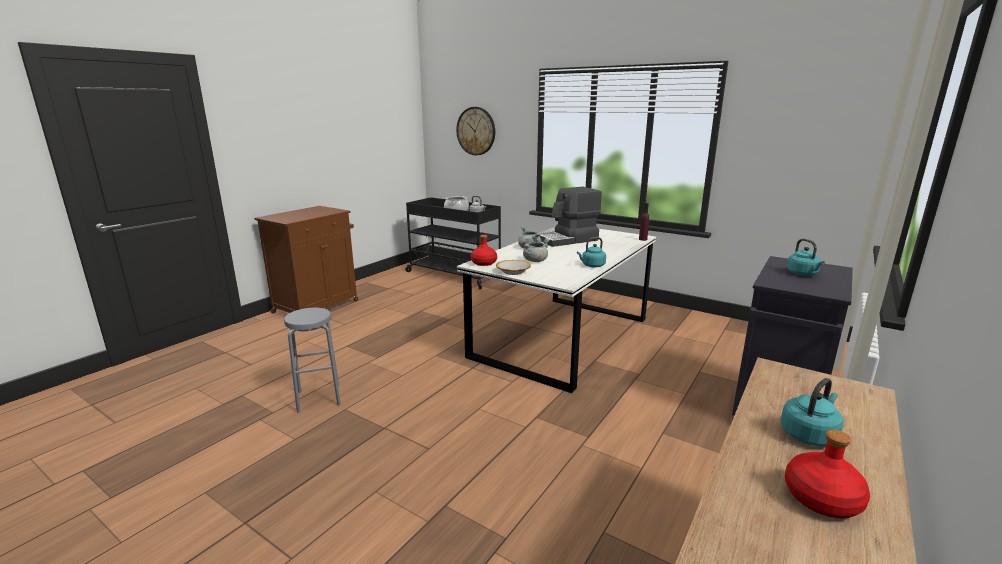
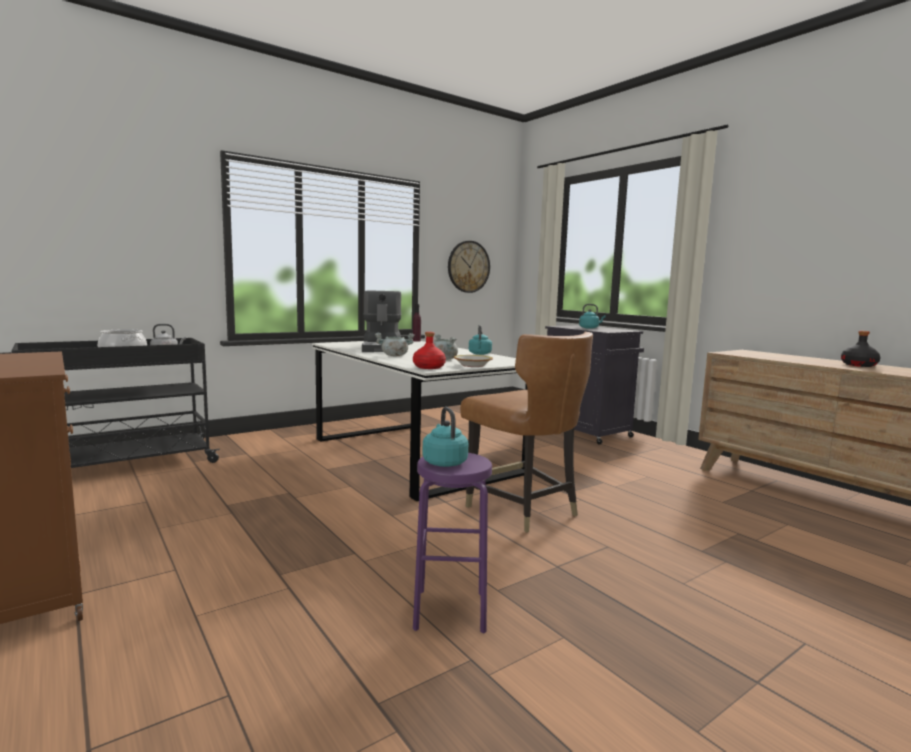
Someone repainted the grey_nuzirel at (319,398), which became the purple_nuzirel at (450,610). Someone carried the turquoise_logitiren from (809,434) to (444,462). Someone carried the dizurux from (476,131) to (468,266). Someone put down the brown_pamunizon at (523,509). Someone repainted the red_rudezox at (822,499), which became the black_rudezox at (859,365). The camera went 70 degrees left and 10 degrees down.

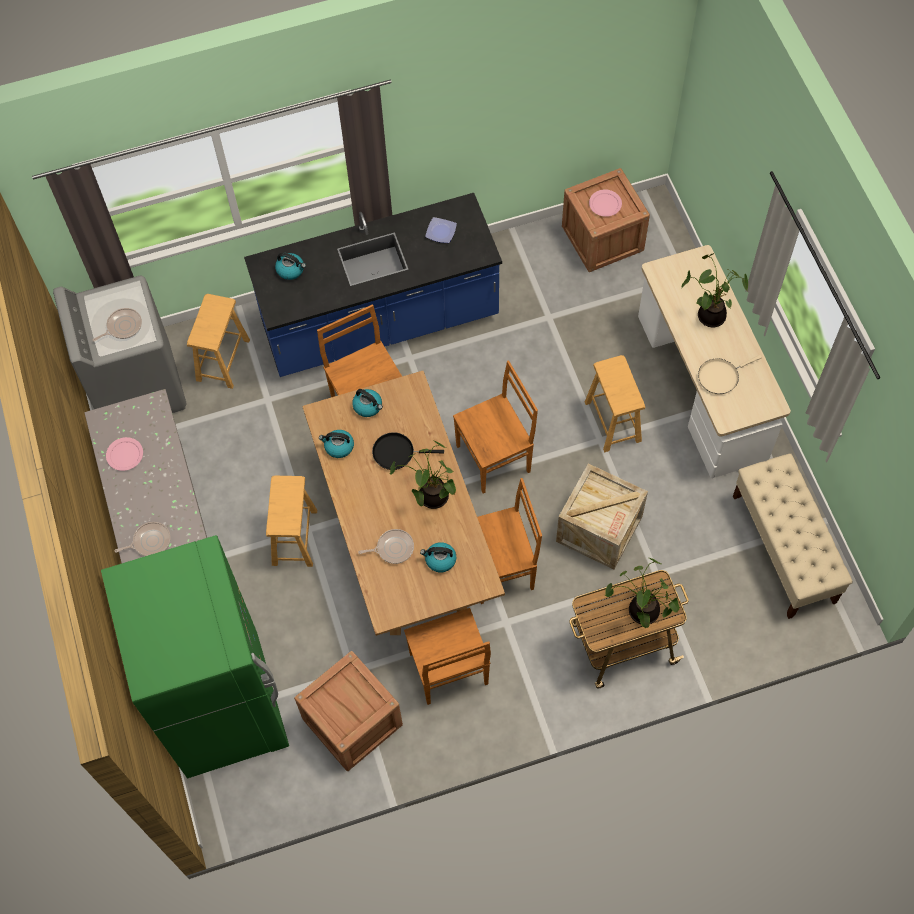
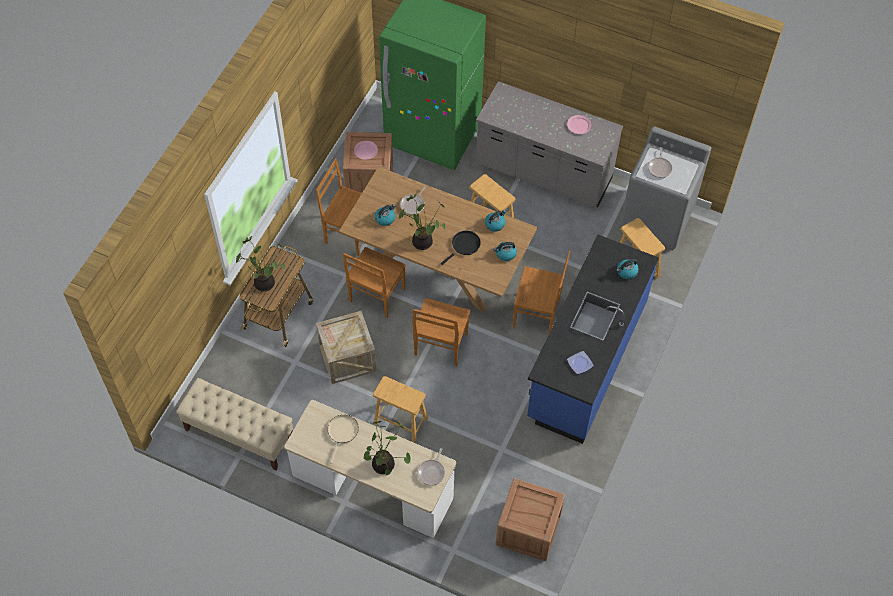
Someone carried the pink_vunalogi from (605,204) to (365,151). Someone carried the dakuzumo from (150,541) to (432,472). The camera went 130 degrees right and 5 degrees down.

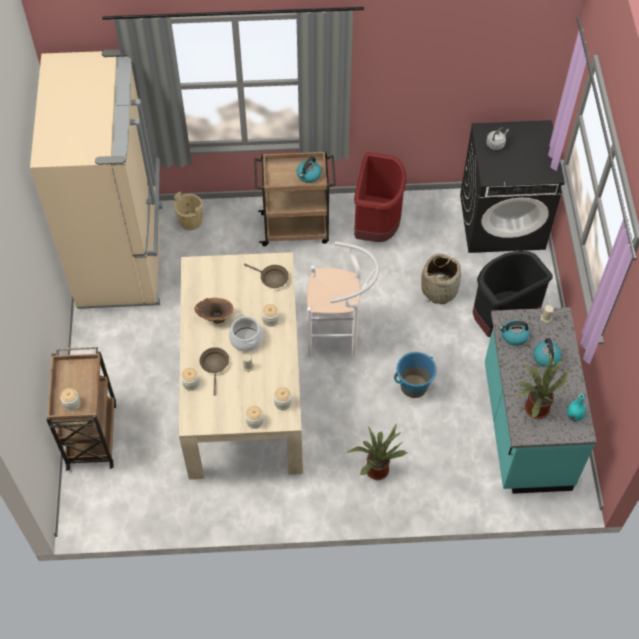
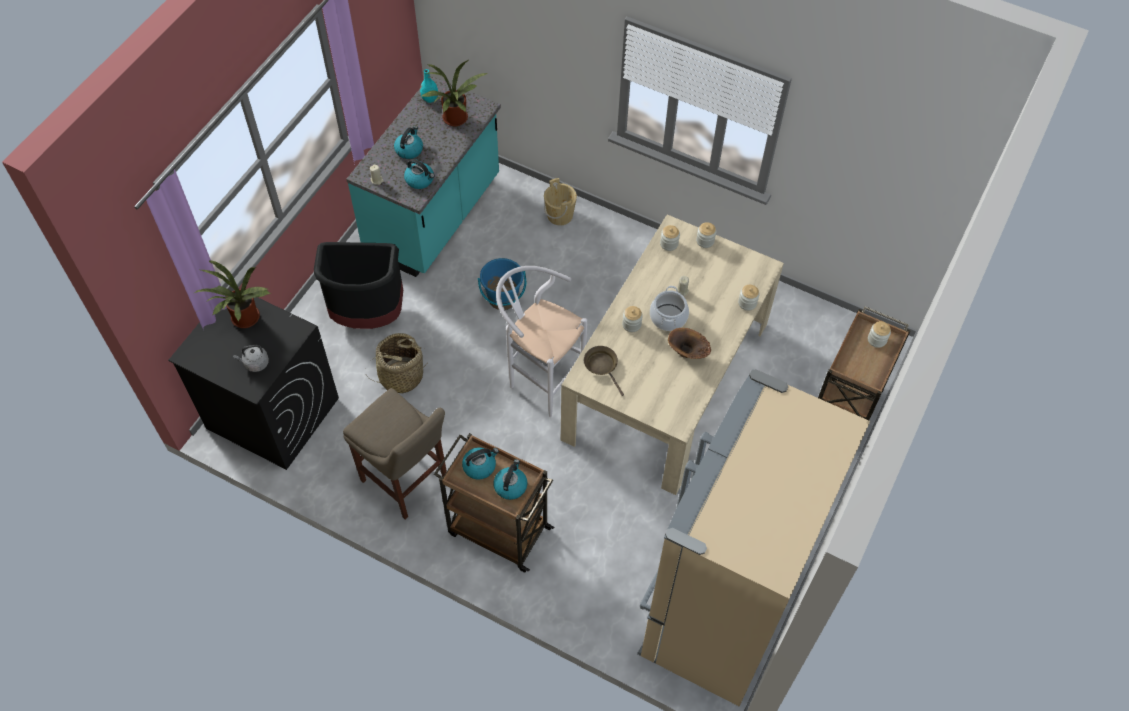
Someone carried the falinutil from (376,467) to (244,320). Someone swapped the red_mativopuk at (376,226) for the beige_nuzirel at (407,483). Someone put down the logitiren at (510,486). Someone carried the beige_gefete from (191,221) to (560,215). Someone took away the brown_dakuzumo at (215,366). The camera went 150 degrees left and 0 degrees up.

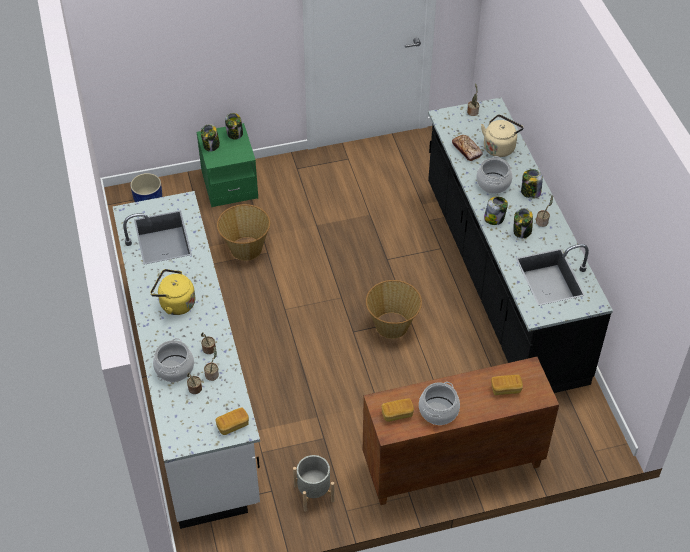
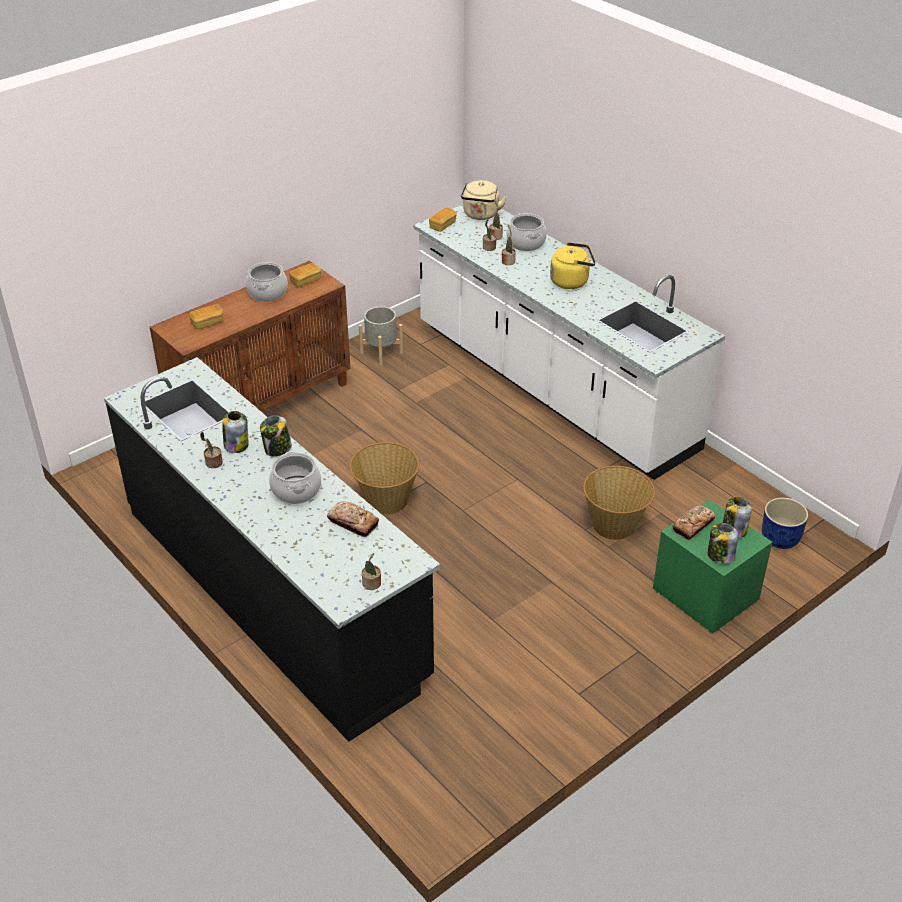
Someone carried the beige_logitiren from (500,147) to (481,215). Someone put down the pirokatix at (693,525). Someone took away the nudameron at (530,192). The camera went 155 degrees right and 10 degrees down.

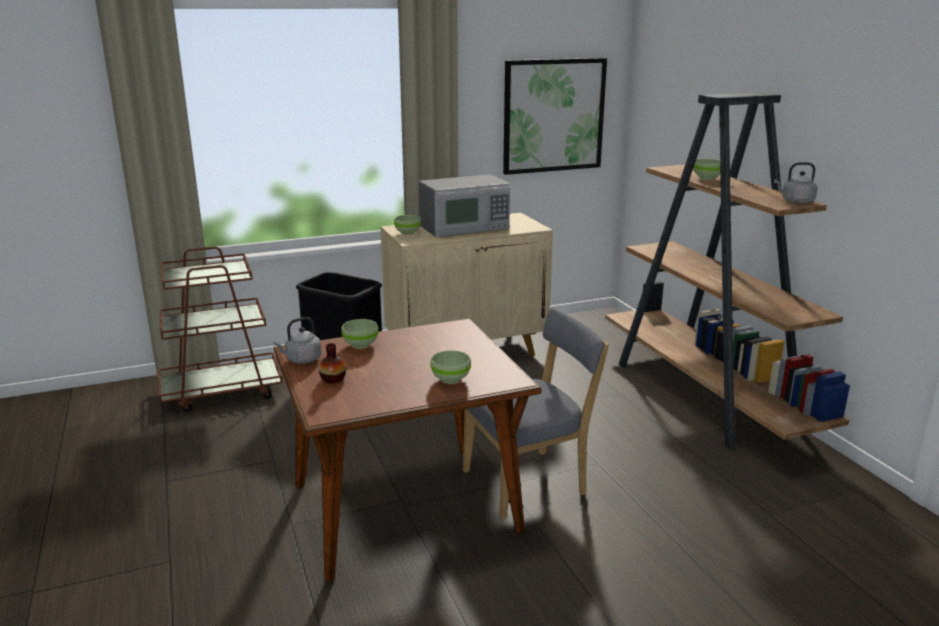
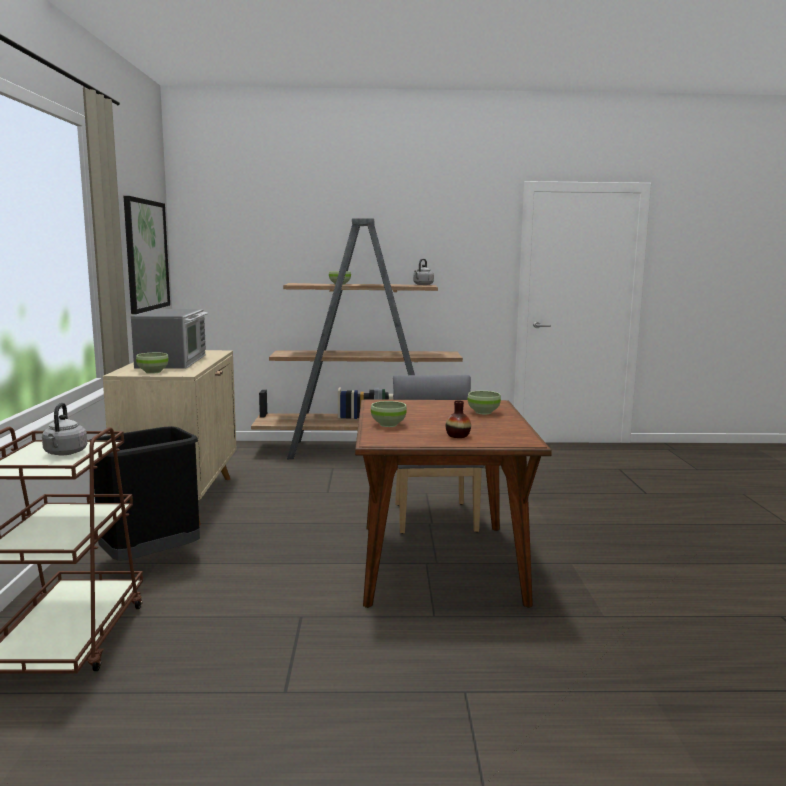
Someone carried the grey_logitiren from (301,360) to (65,453). The camera went 70 degrees left and 10 degrees down.

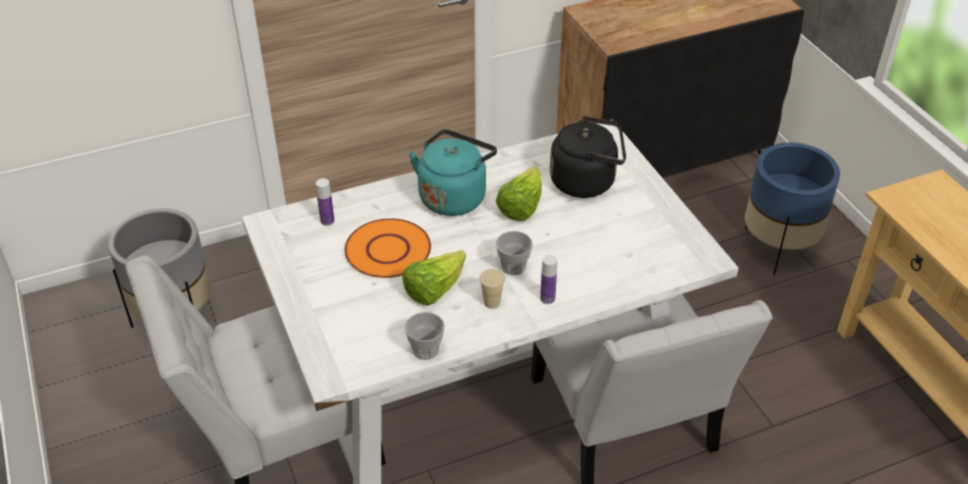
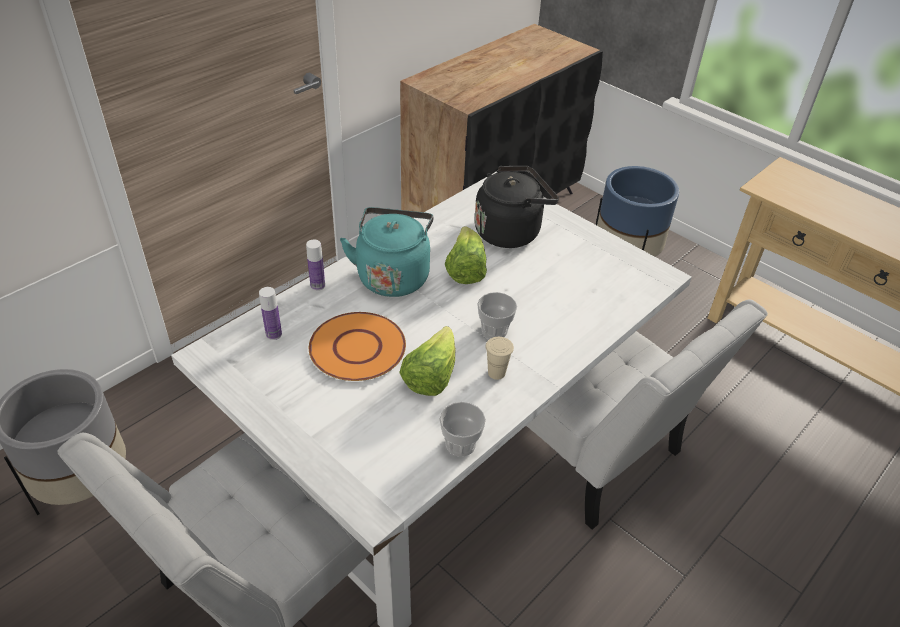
Someone carried the rudezox from (547,298) to (317,286). The camera went 25 degrees left and 0 degrees up.

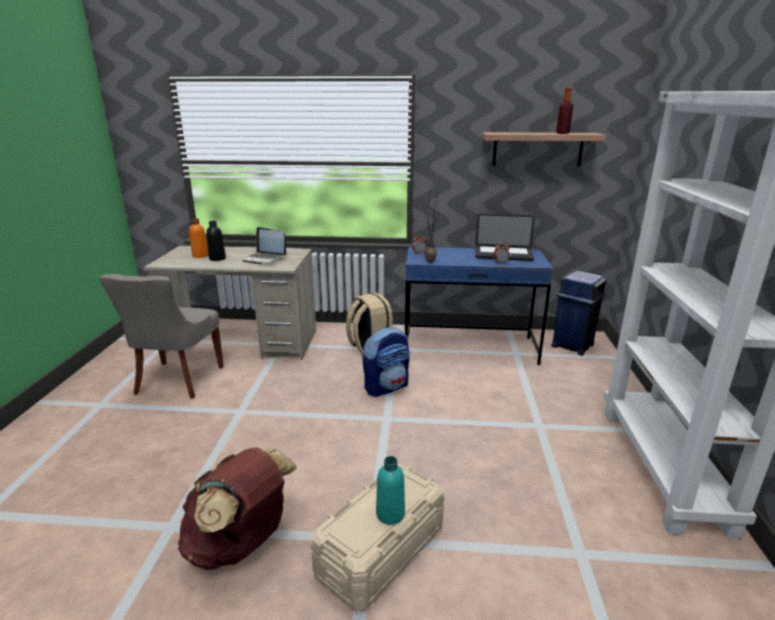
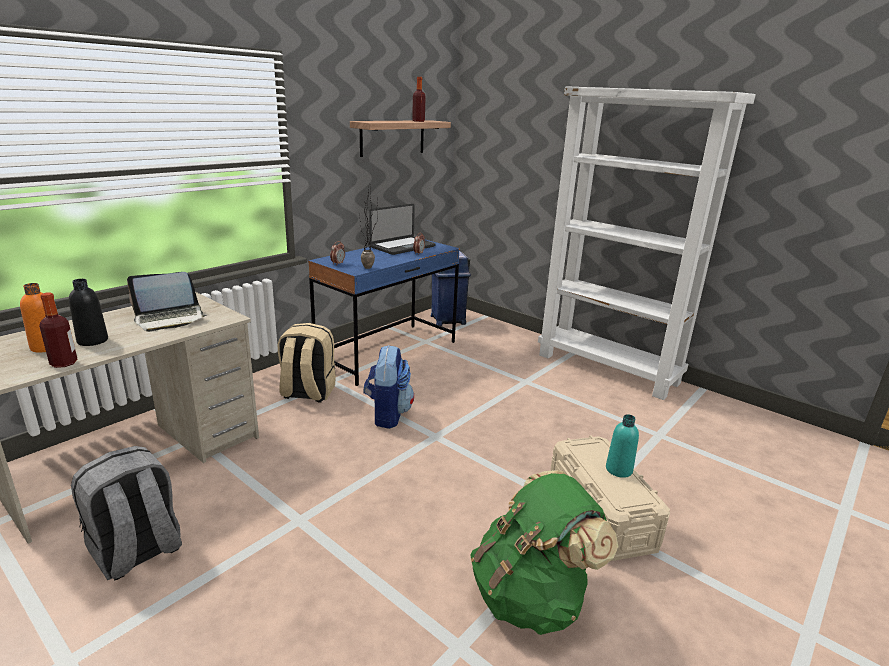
Someone put down the rudezox at (64,363). Someone swapped the grey_pamunizon at (177,381) for the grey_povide at (137,552). Someone repainted the brown_povide at (241,544), which became the green_povide at (531,596). The camera went 55 degrees left and 0 degrees up.

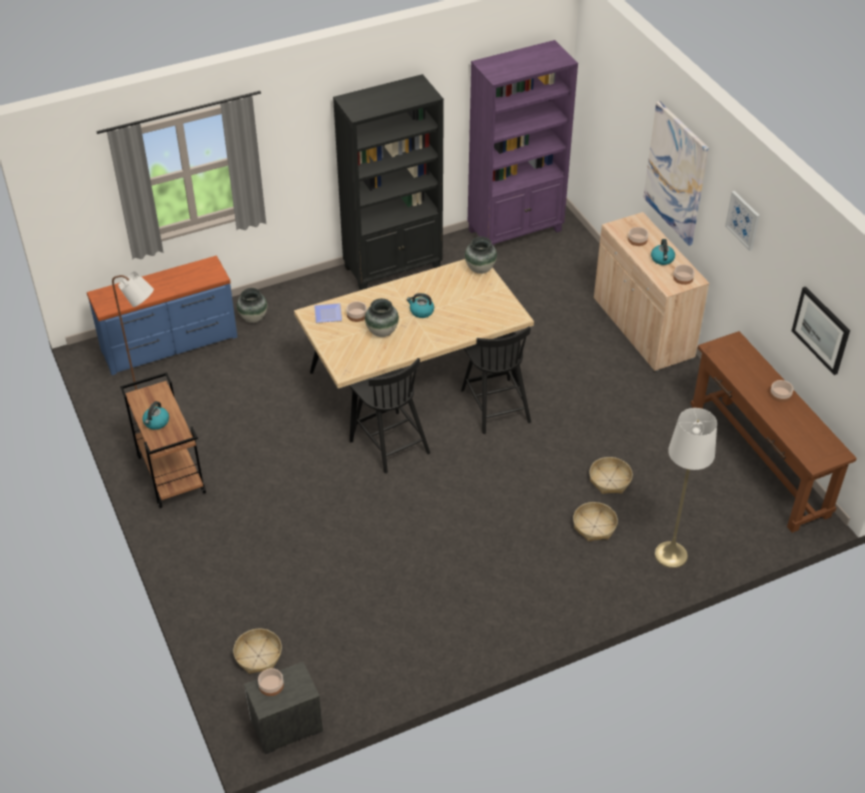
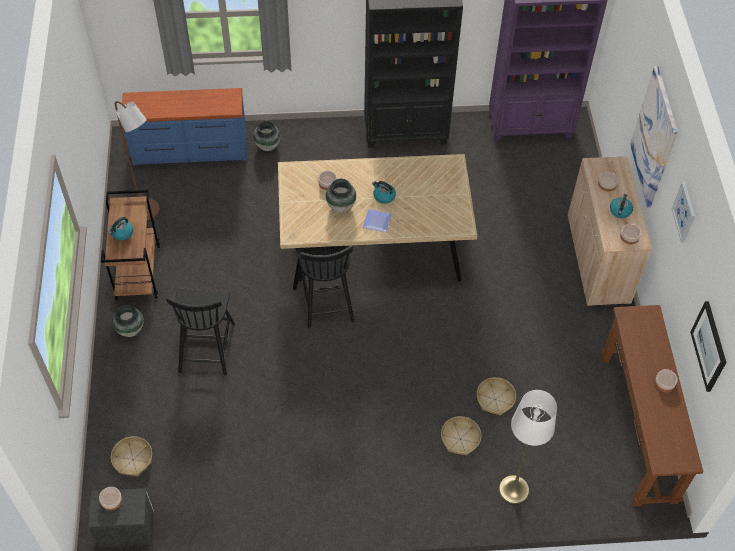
Someone carried the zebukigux from (480,269) to (131,330). Someone carried the black_pamunizon from (495,405) to (206,346). Someone carried the vunalogi from (329,315) to (377,222). The camera went 20 degrees right and 10 degrees up.

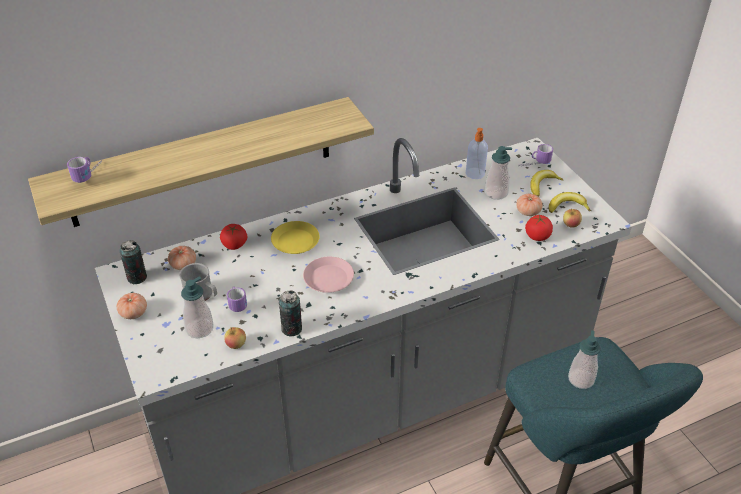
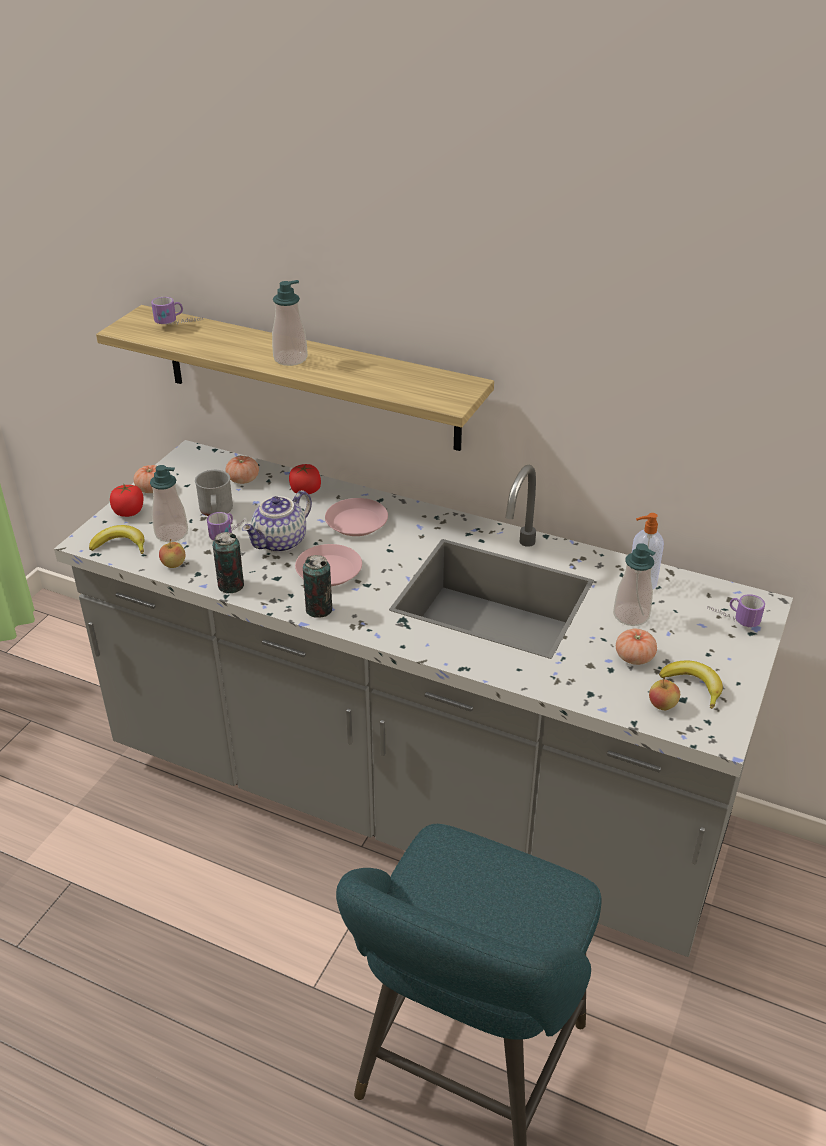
Someone carried the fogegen from (542,185) to (120,545). Someone carried the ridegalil from (537,236) to (128,512). Someone put down the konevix at (280,543). Someone carried the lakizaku from (581,379) to (290,359). Someone carried the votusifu from (137,277) to (319,609). Someone repainted the yellow_vunalogi at (295,241), which became the pink_vunalogi at (356,522). The camera went 50 degrees right and 5 degrees down.

